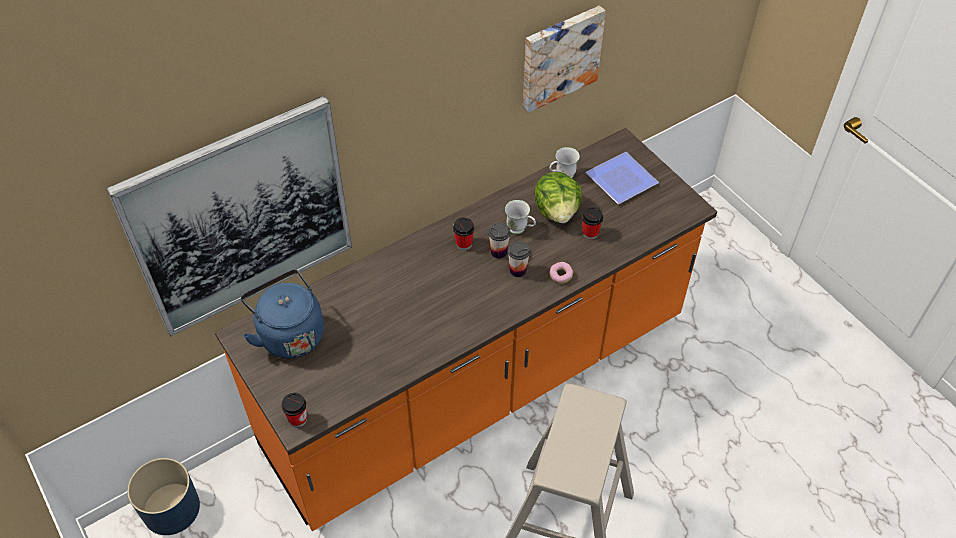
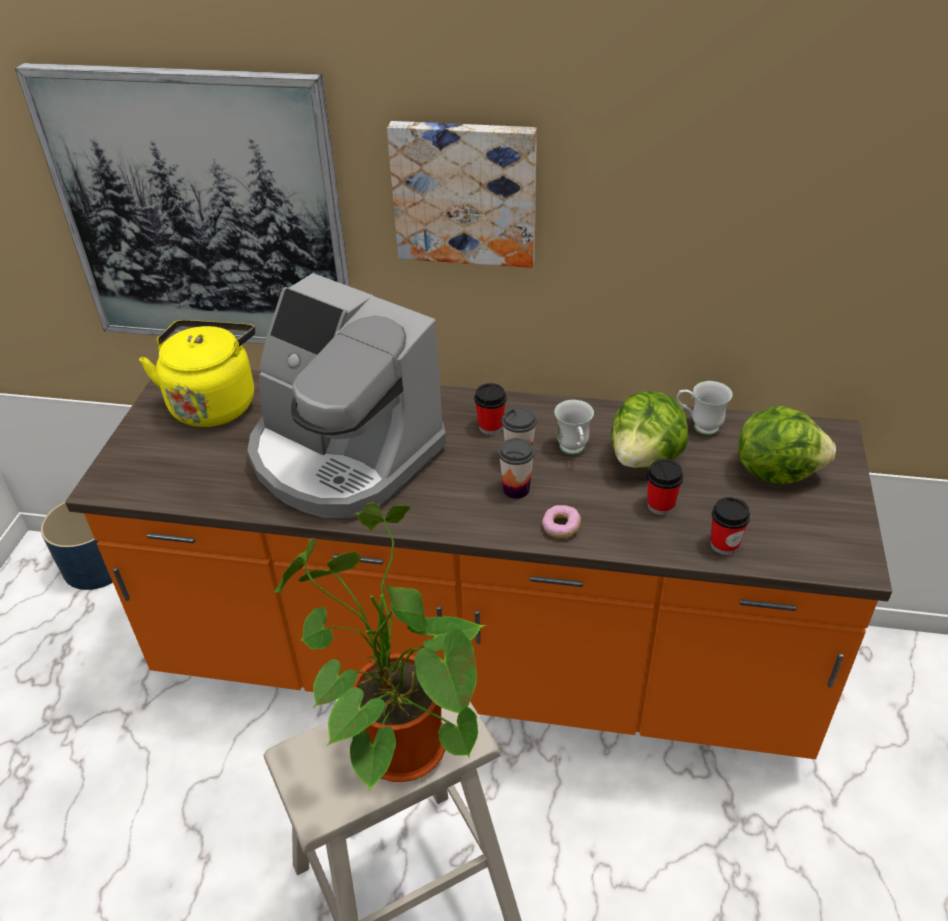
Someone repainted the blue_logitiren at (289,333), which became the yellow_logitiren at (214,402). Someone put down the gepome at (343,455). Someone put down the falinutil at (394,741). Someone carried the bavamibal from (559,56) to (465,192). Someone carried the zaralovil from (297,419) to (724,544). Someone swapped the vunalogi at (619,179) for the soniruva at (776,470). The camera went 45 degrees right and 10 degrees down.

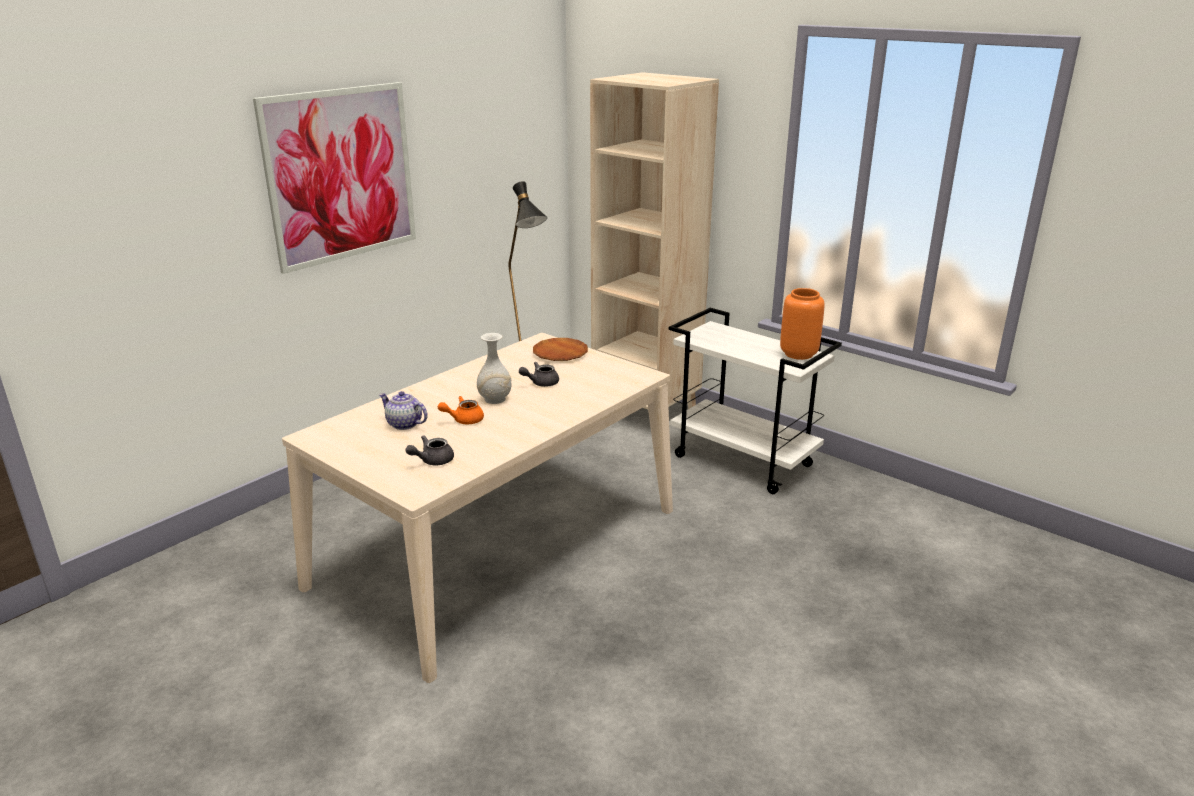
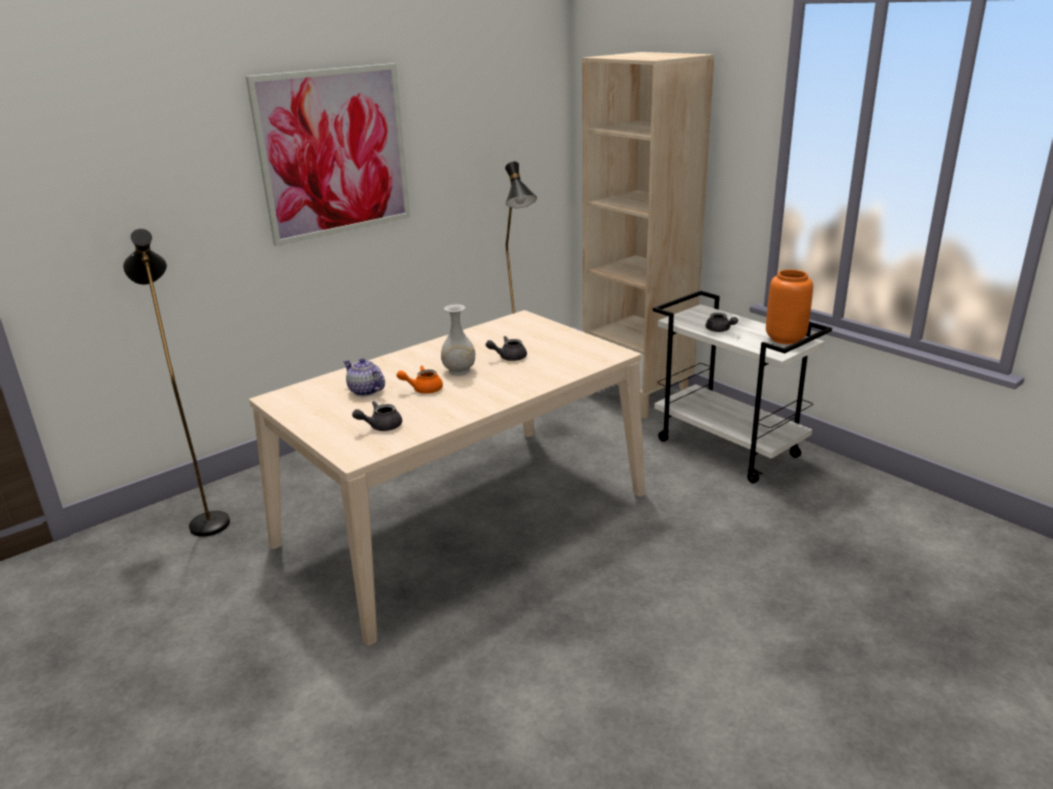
Someone put down the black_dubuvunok at (206,518). Someone put down the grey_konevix at (719,330). Someone took away the brown_vunalogi at (560,353). The camera went 10 degrees right and 0 degrees up.

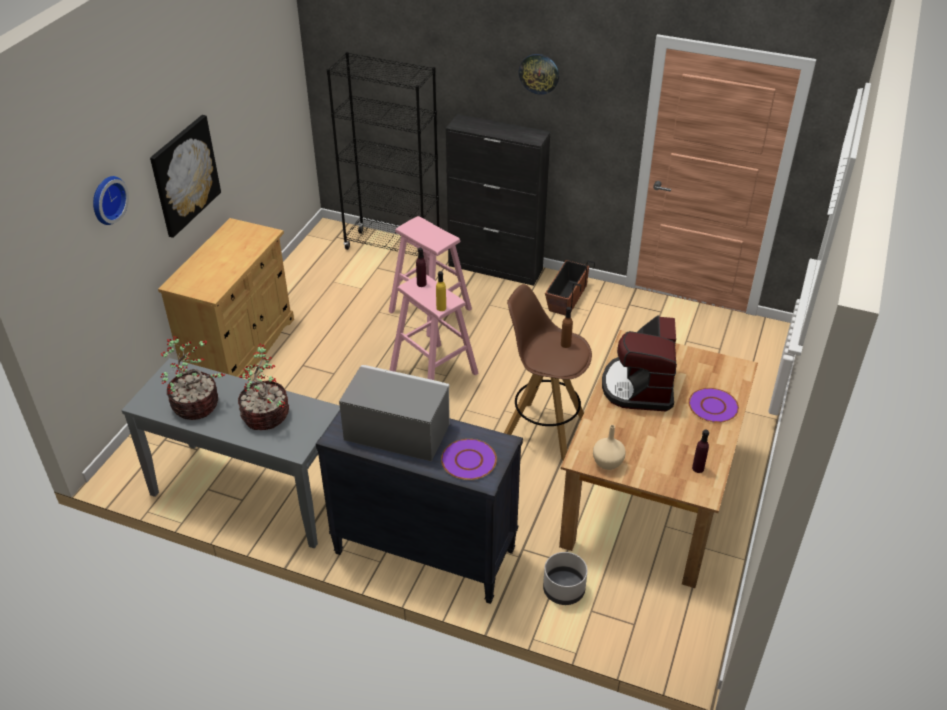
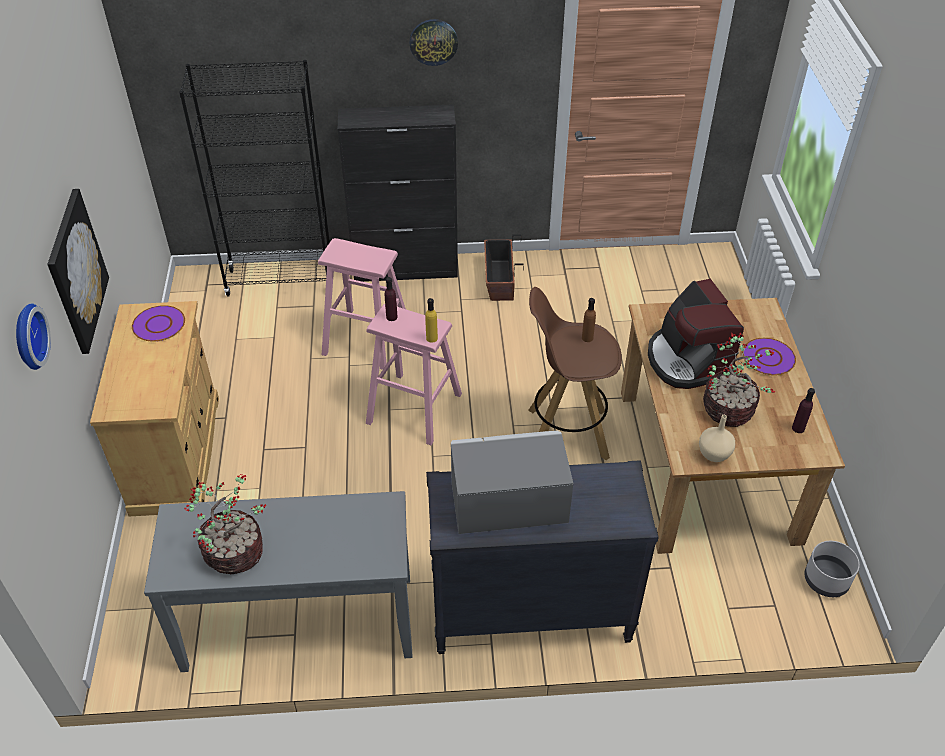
Someone carried the purple_vunalogi from (468,460) to (158,325). Someone carried the falinutil from (266,416) to (729,409). Someone carried the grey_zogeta from (564,589) to (826,579). The camera went 25 degrees left and 5 degrees up.

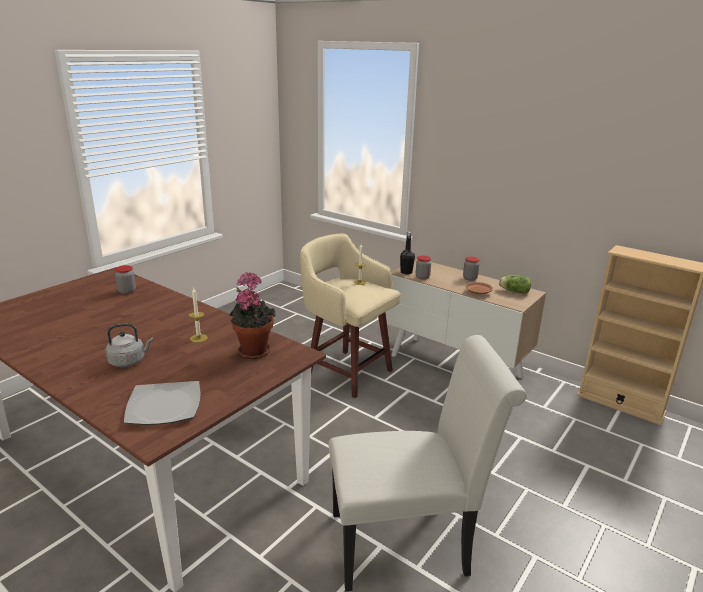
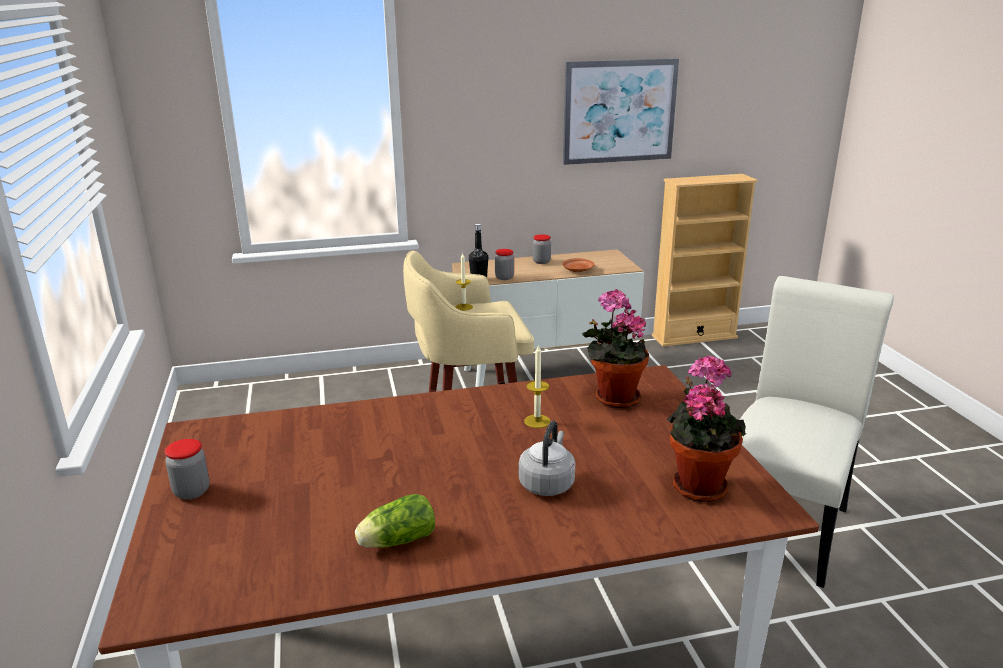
Someone carried the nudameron from (127,291) to (192,491). Someone carried the soniruva from (513,291) to (395,541). Someone put up the bavamibal at (619,111). Someone swapped the vunalogi at (165,405) for the falinutil at (698,484). The camera went 50 degrees left and 0 degrees up.

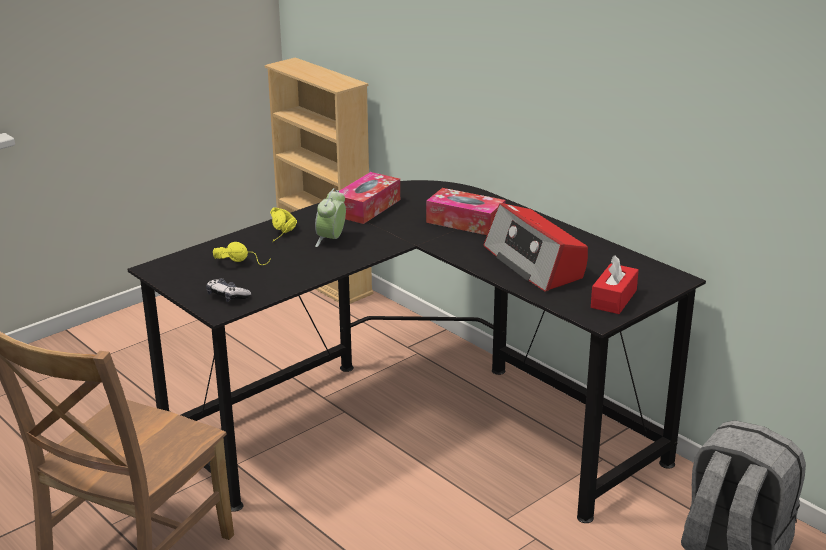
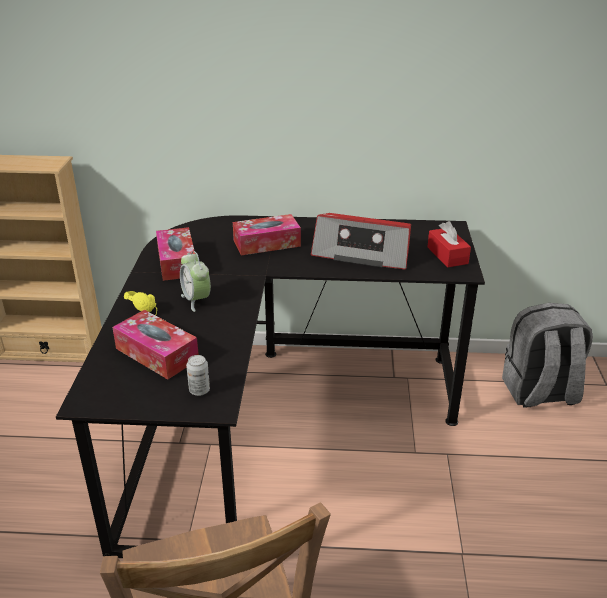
Someone swapped the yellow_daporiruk at (242,262) for the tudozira at (157,354). Someone swapped the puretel at (227,296) for the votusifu at (199,390). The camera went 45 degrees left and 5 degrees up.

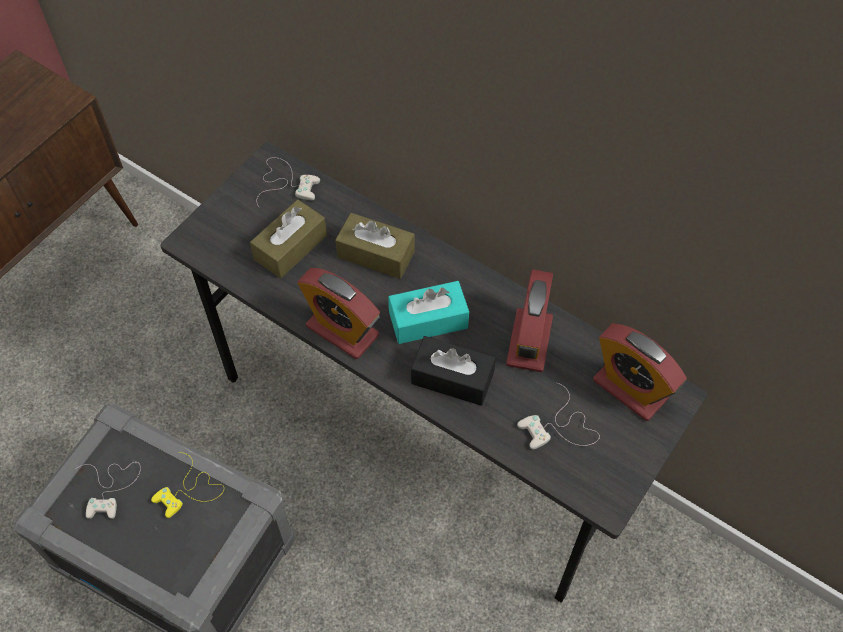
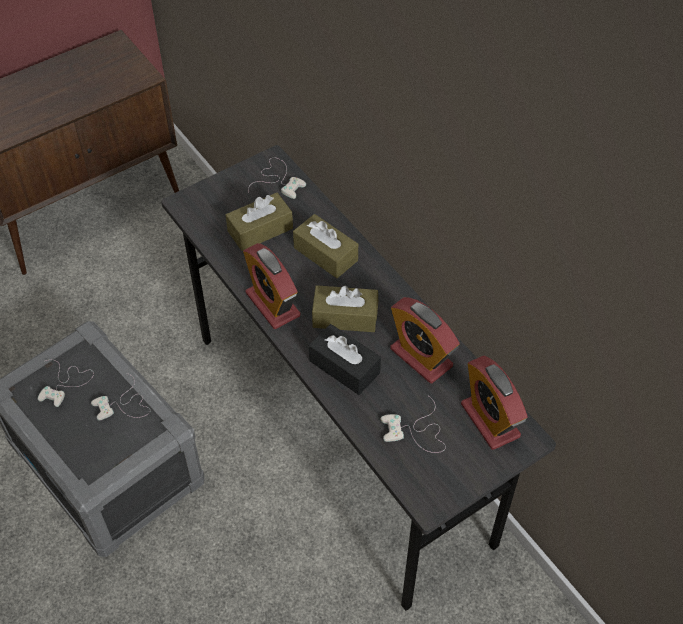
Someone repainted the yellow_puretel at (190,490), which became the white_puretel at (123,405). Someone repainted the turquoise_tudozira at (428,320), which became the brown_tudozira at (345,317). Someone rotated the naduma at (529,341) by 105 degrees clockwise. The camera went 20 degrees right and 5 degrees down.

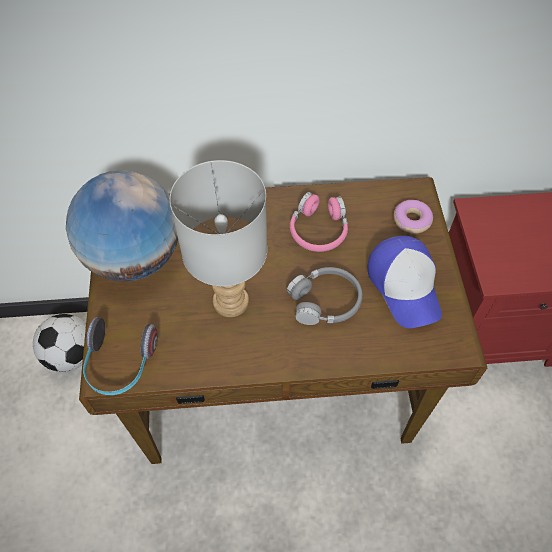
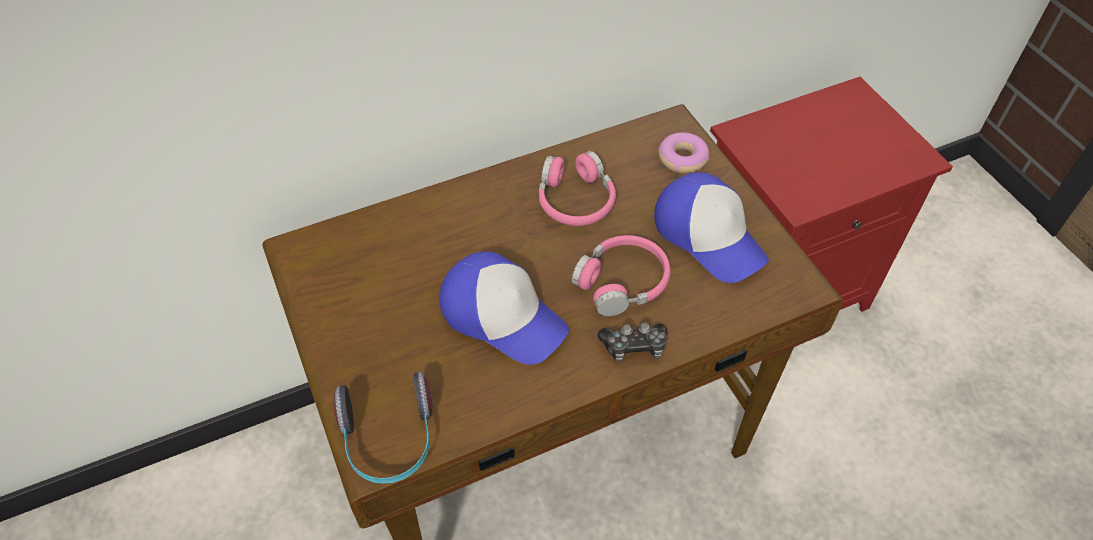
Someone swapped the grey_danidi at (231,300) for the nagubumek at (503,315). Someone repainted the grey_daporiruk at (325,301), which became the pink_daporiruk at (622,282). Someone put down the puretel at (634,347). Someone took away the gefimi at (71,355). Someone took away the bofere at (134,257). The camera went 20 degrees left and 5 degrees down.

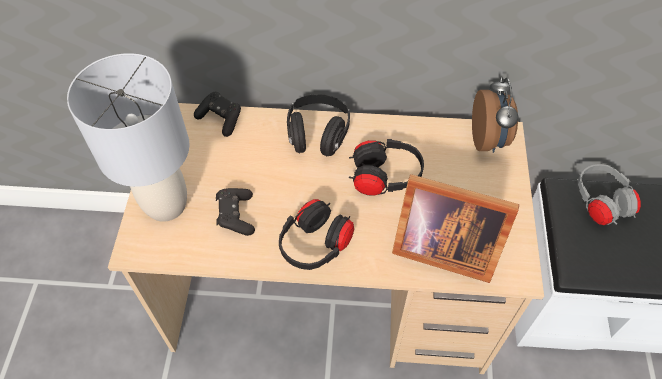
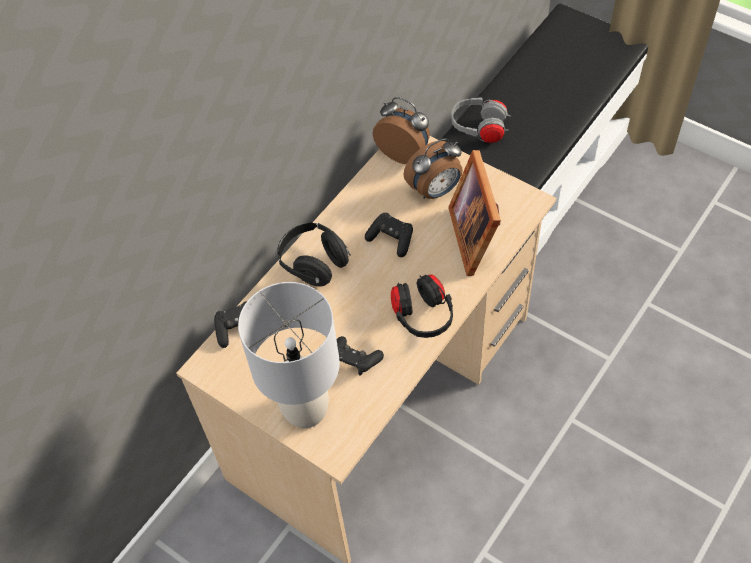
Someone swapped the black_daporiruk at (384,178) for the black_puretel at (391,239). Someone put down the naduma at (435,191). Someone rotated the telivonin at (441,246) by 120 degrees clockwise. The camera went 55 degrees left and 0 degrees up.

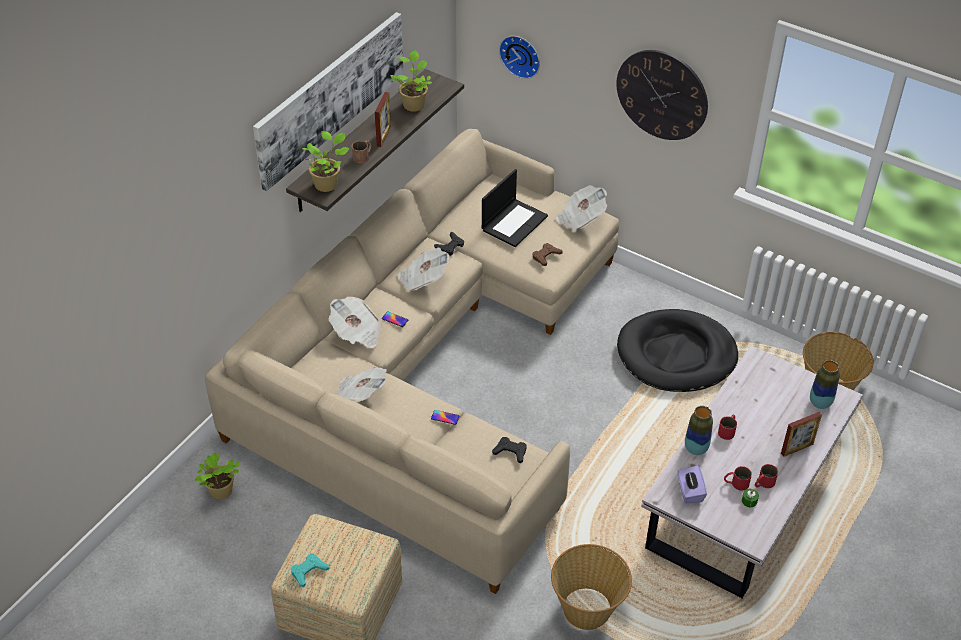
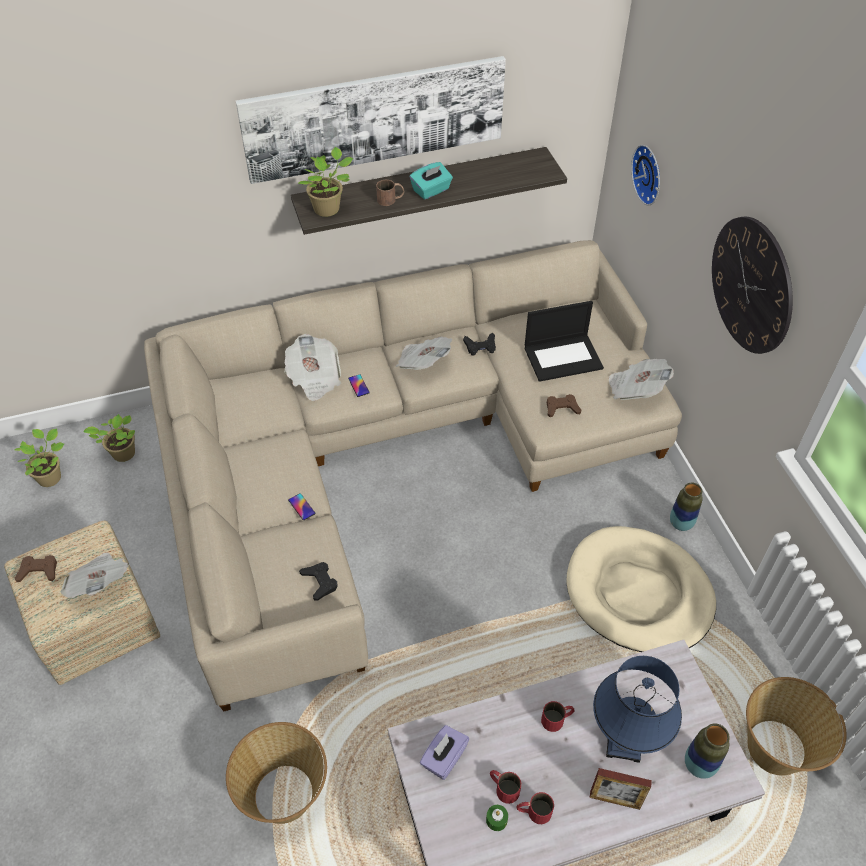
Someone carried the falinutil from (413,104) to (51,477). Someone repainted the turquoise_puretel at (308,571), which became the brown_puretel at (38,571). Someone carried the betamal from (360,394) to (100,583). Someone swapped the telivonin at (383,136) for the turquoise_tudozira at (431,190). Someone repainted the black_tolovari at (676,355), which became the beige_tolovari at (638,593). Someone put down the blue_danidi at (623,743). Someone carried the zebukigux from (696,449) to (681,523). The camera went 40 degrees right and 5 degrees up.

